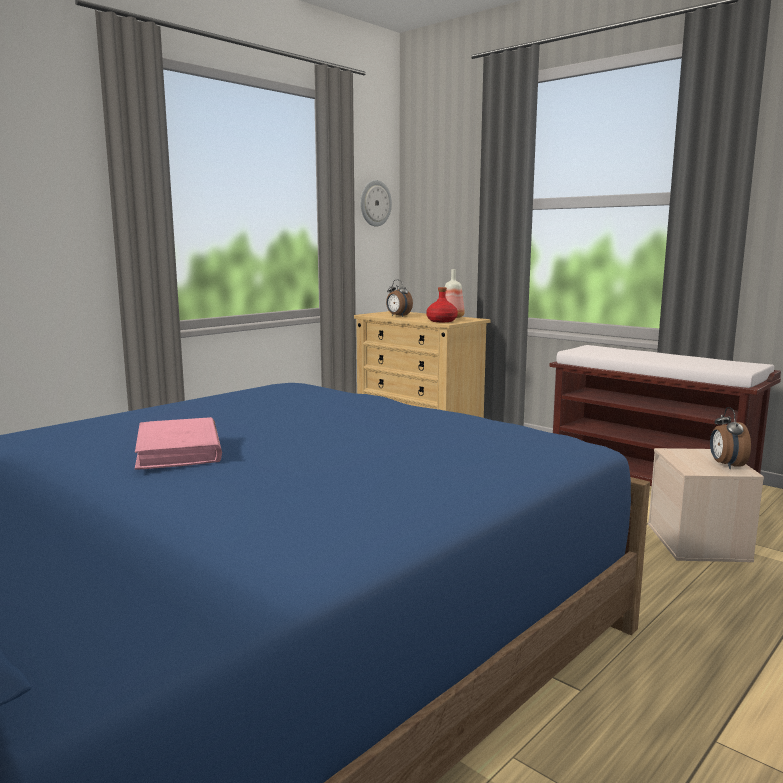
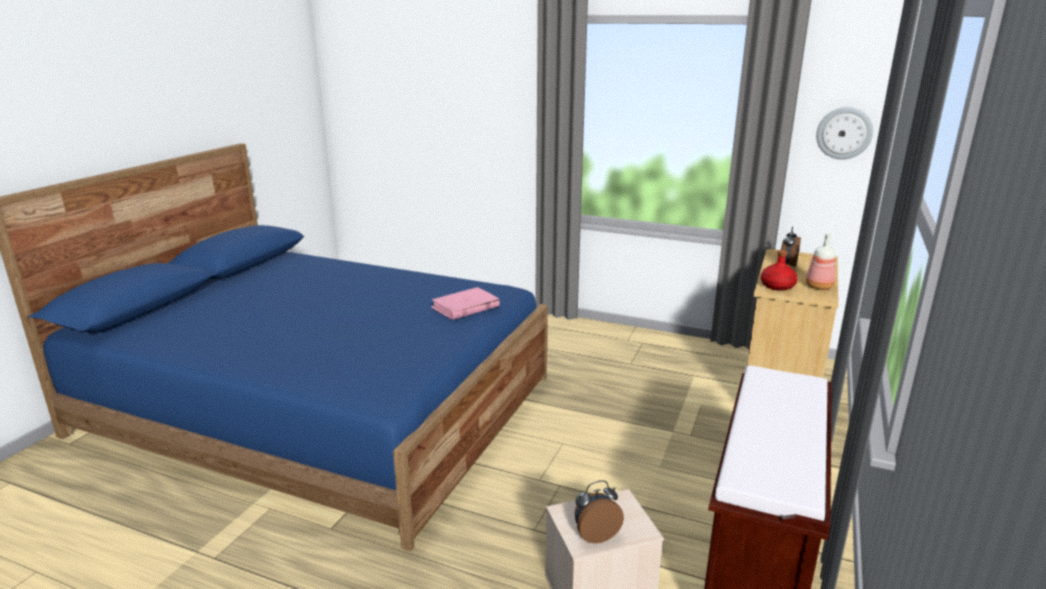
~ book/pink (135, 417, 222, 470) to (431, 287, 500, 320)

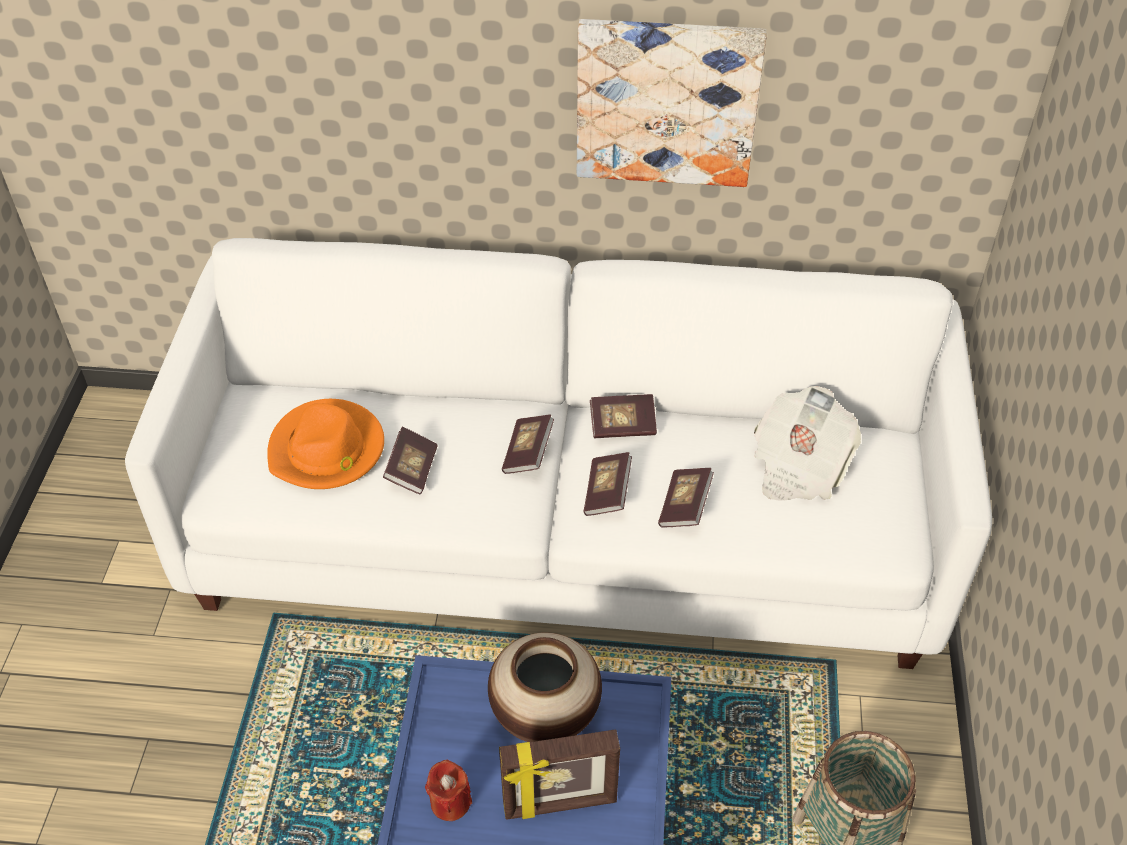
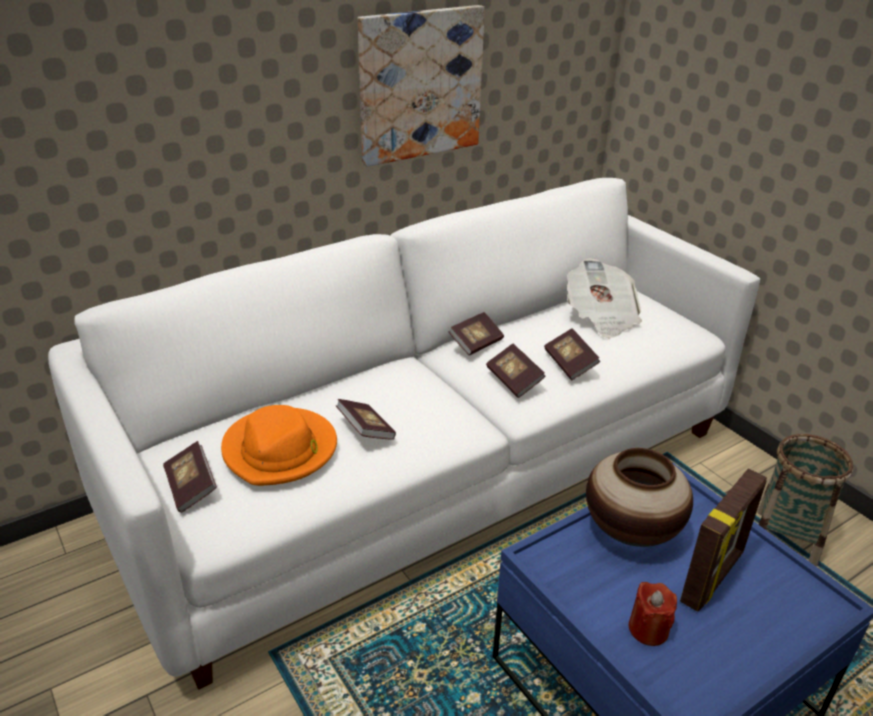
~ book (502, 415, 554, 474) to (163, 441, 217, 513)

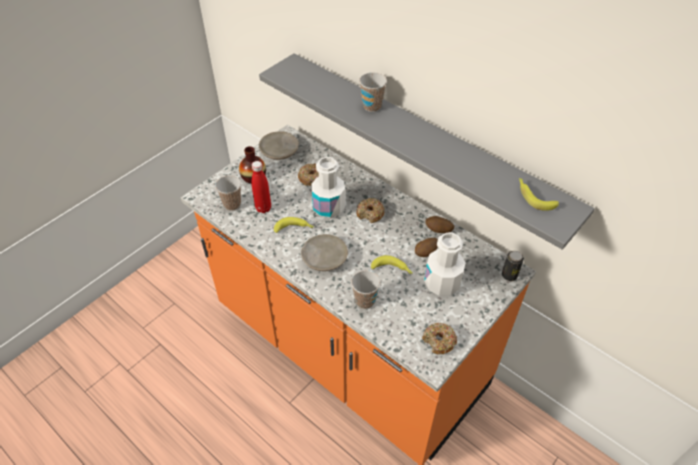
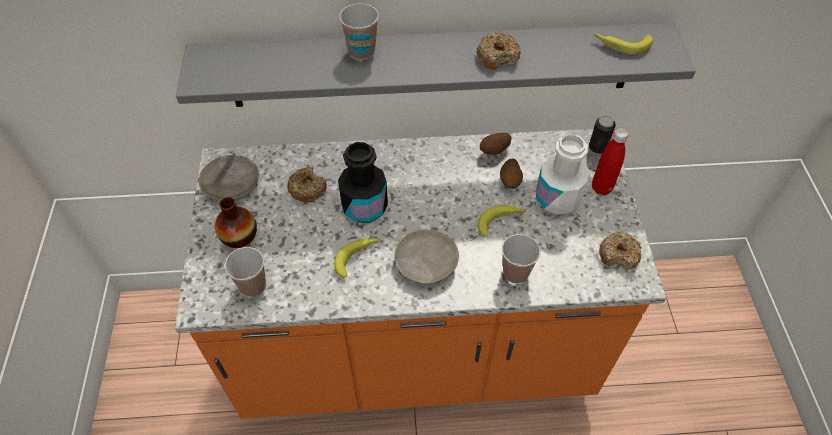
~ bottle/white (311, 157, 345, 218) to bottle/black (338, 142, 388, 223)
~ bottle/red (252, 161, 271, 213) to (592, 128, 629, 195)
~ donut (356, 198, 385, 223) to (476, 32, 521, 70)

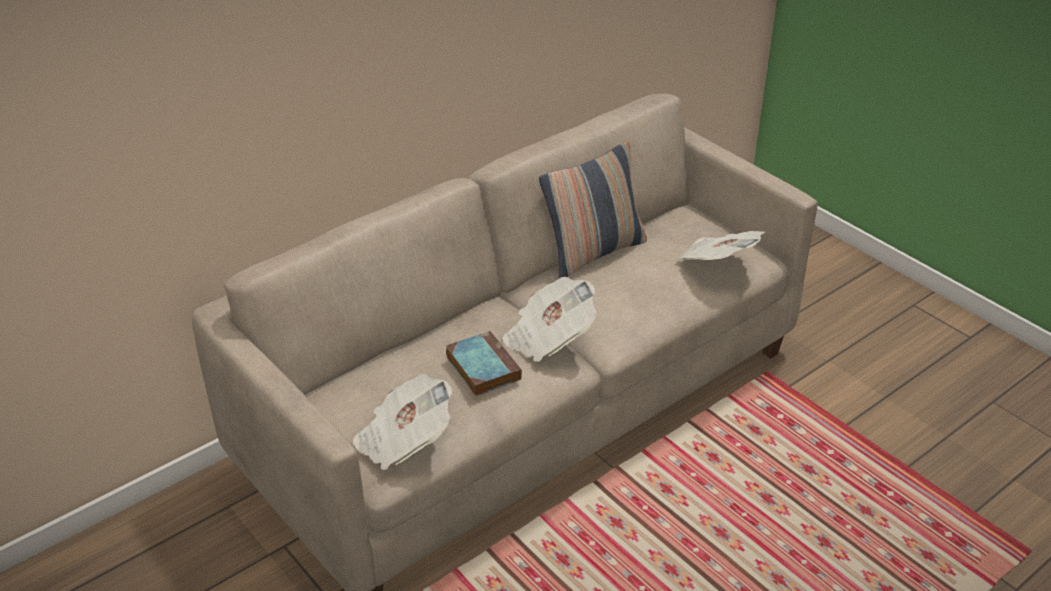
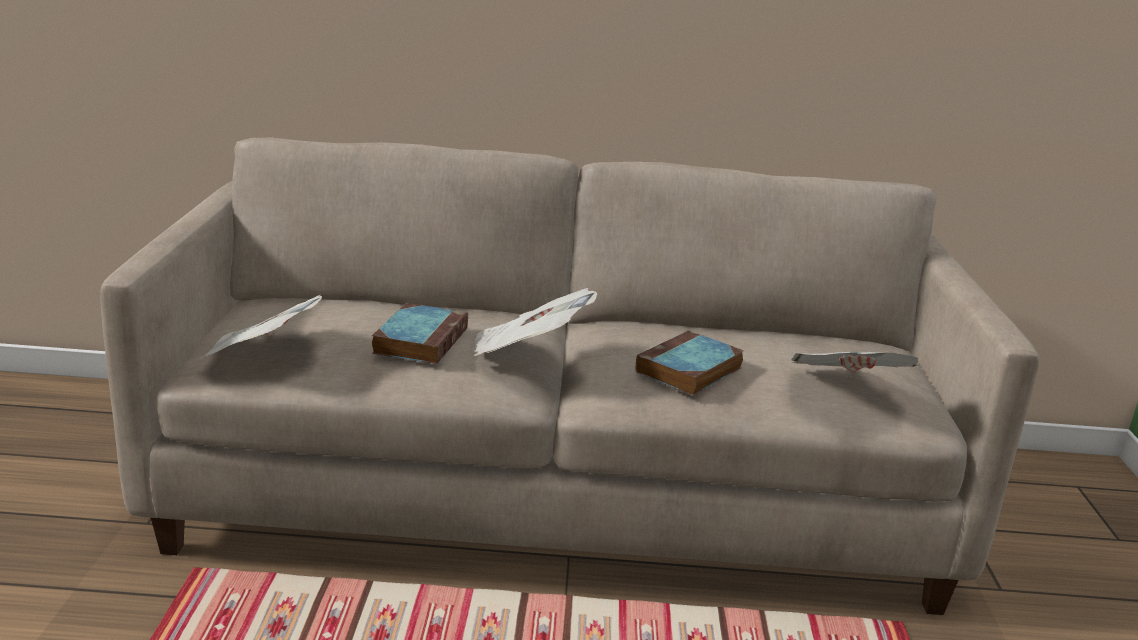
- pillow (539, 141, 647, 278)
+ book (636, 330, 744, 396)

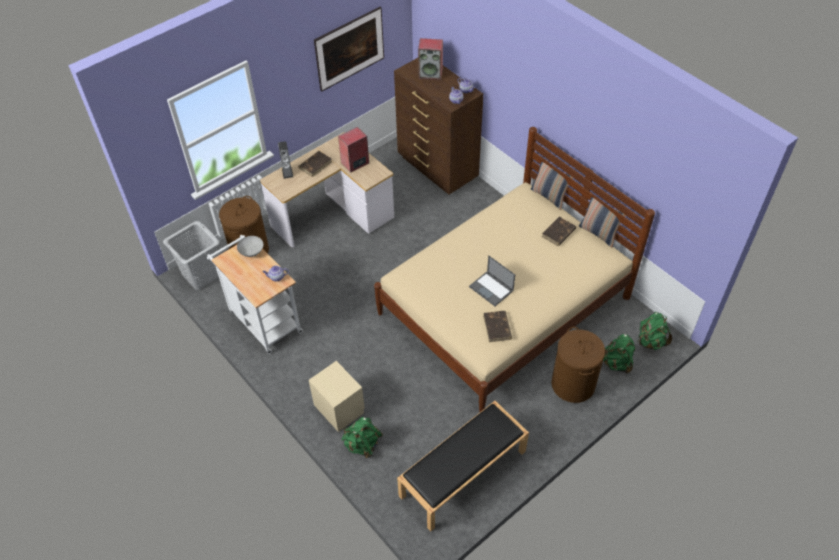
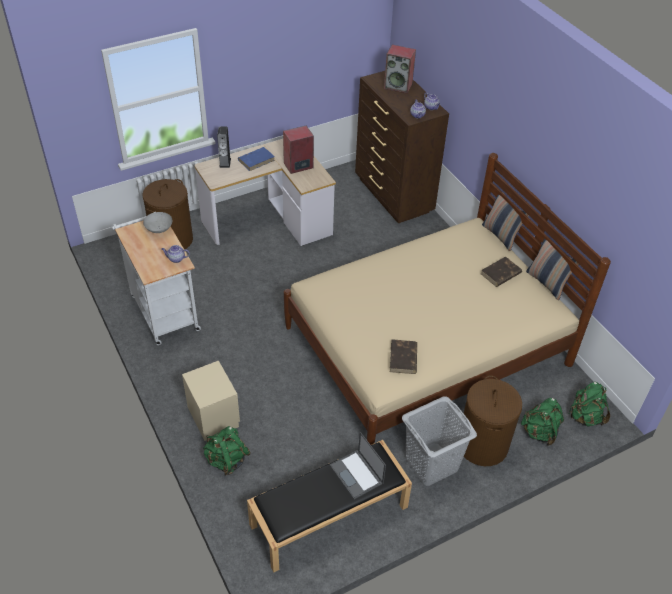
- picture (314, 7, 384, 92)
~ book/brown (298, 151, 332, 177) to book/blue (238, 147, 275, 171)
~ laundry basket/grey (163, 221, 219, 290) to (402, 396, 477, 486)
~ laptop (469, 255, 515, 306) to (330, 432, 386, 500)

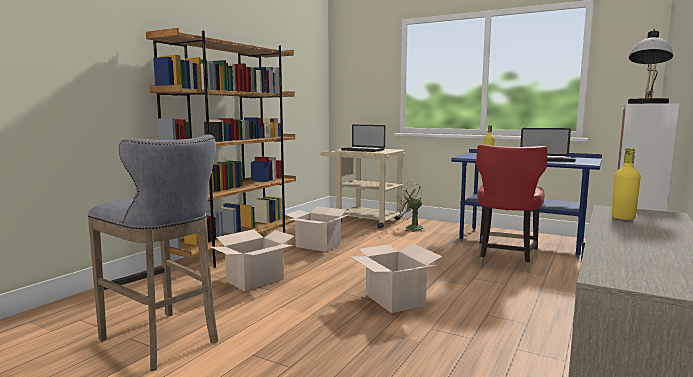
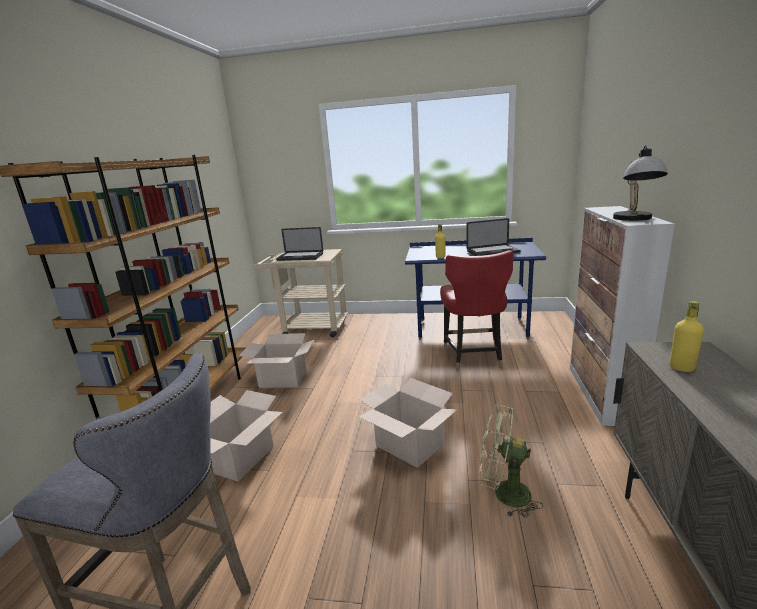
~ fan/green (394, 182, 424, 232) to (479, 405, 543, 518)

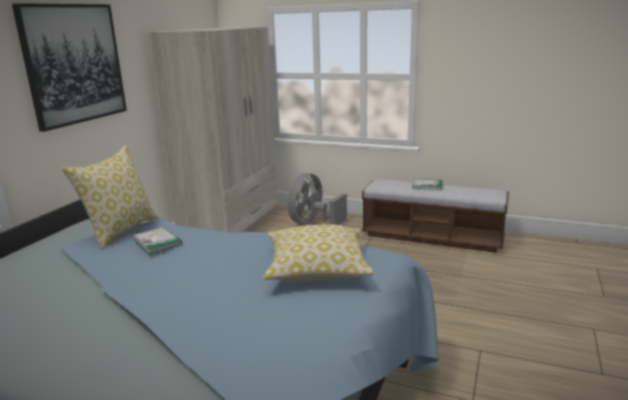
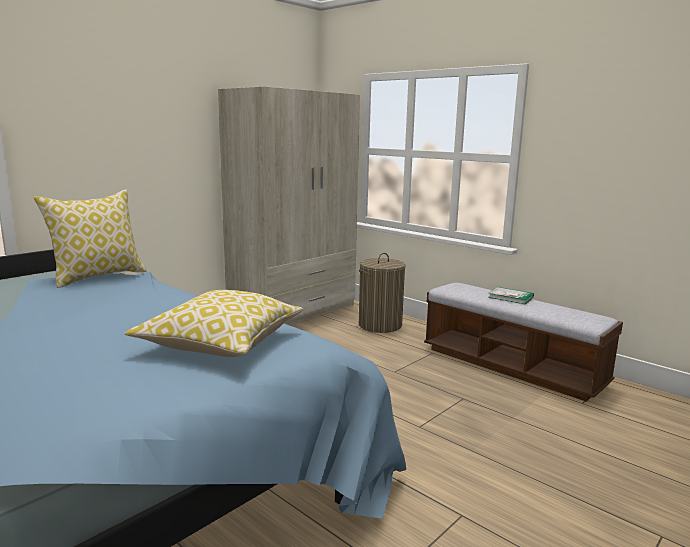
- picture (12, 3, 127, 132)
~ fan/grey (288, 173, 347, 225) to laundry basket (359, 253, 406, 333)
- book (133, 227, 182, 255)

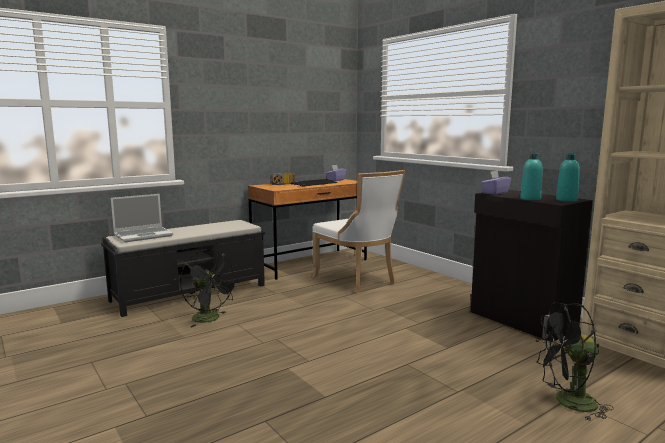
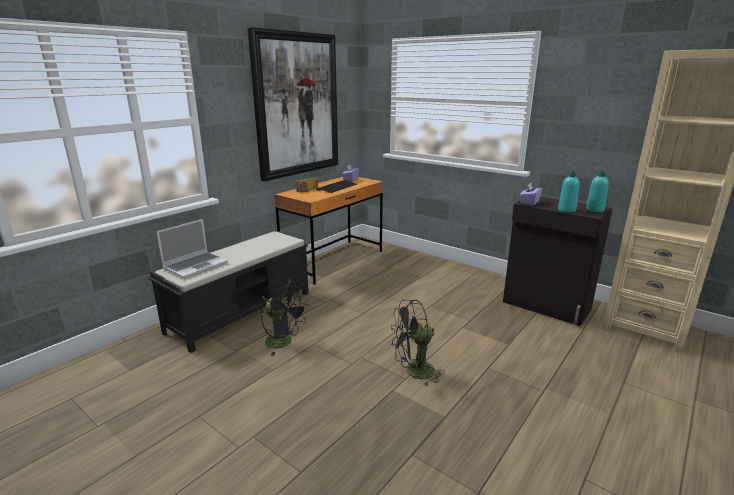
- chair/white (312, 170, 405, 293)
~ fan/black (536, 302, 613, 422) to (391, 300, 445, 387)
+ picture (247, 27, 338, 182)

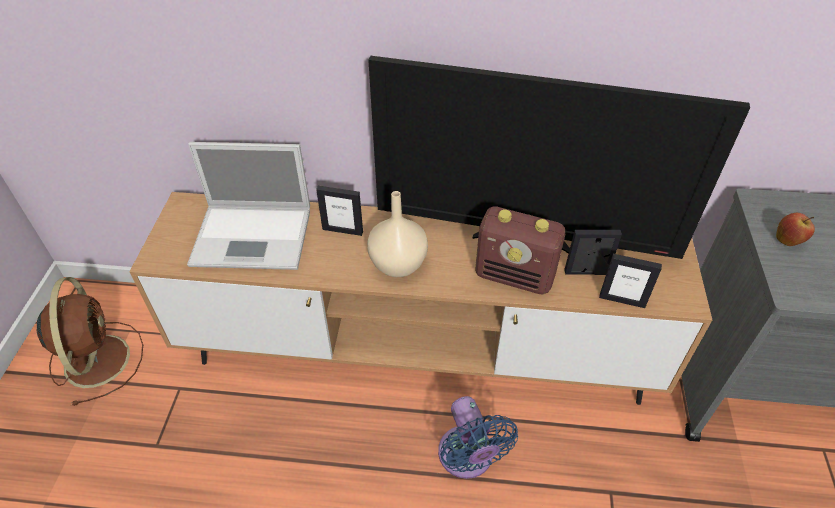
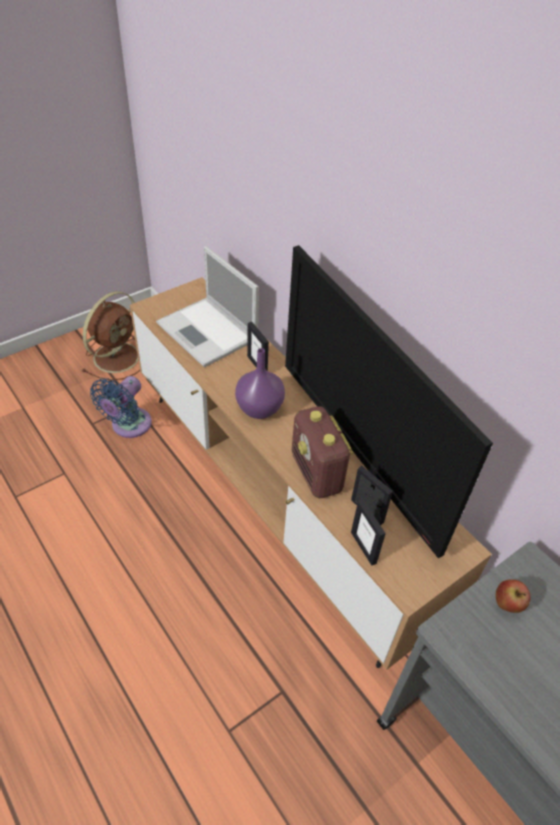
~ vase/beige (367, 191, 428, 277) to vase/purple (235, 348, 285, 419)
~ fan/blue (438, 396, 518, 479) to (90, 376, 152, 438)

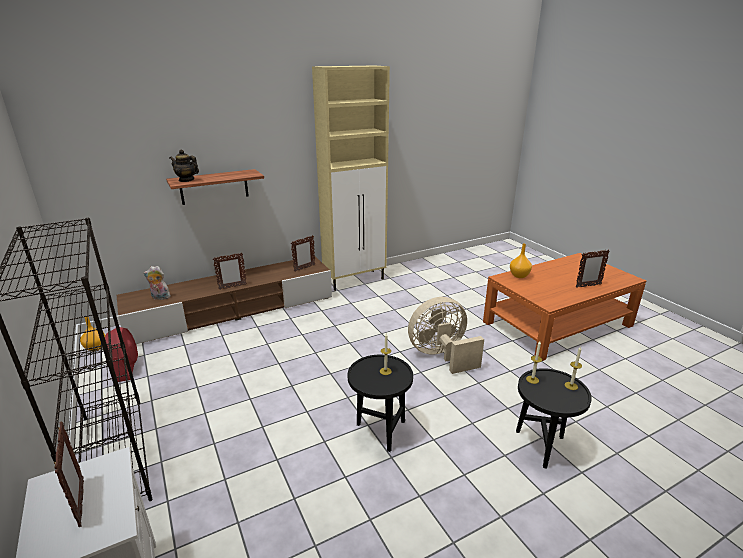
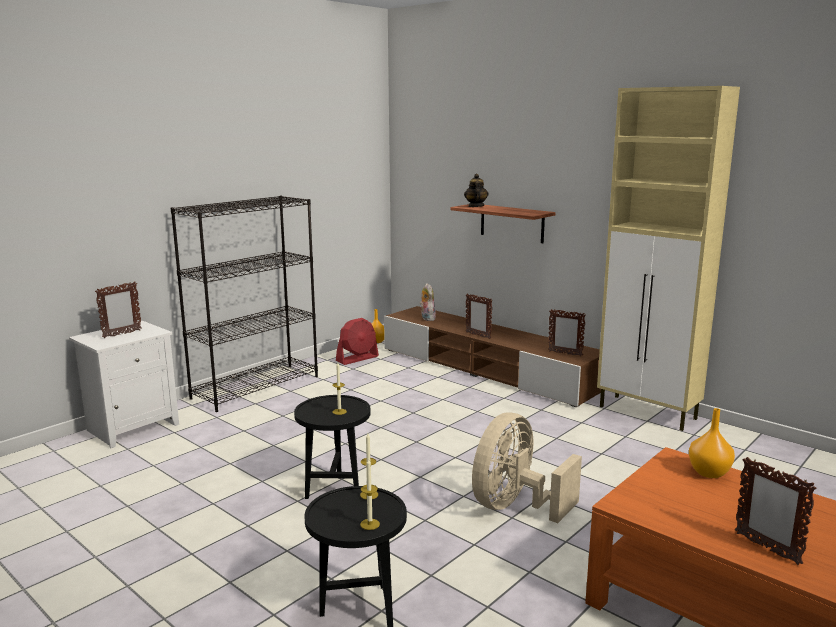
~ fan/beige (408, 297, 484, 374) = (472, 412, 582, 523) 105 degrees counterclockwise

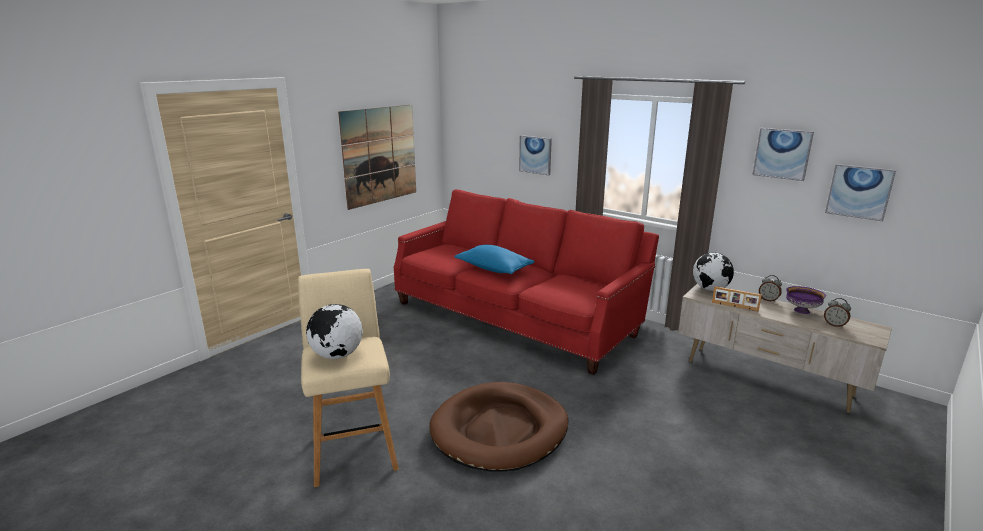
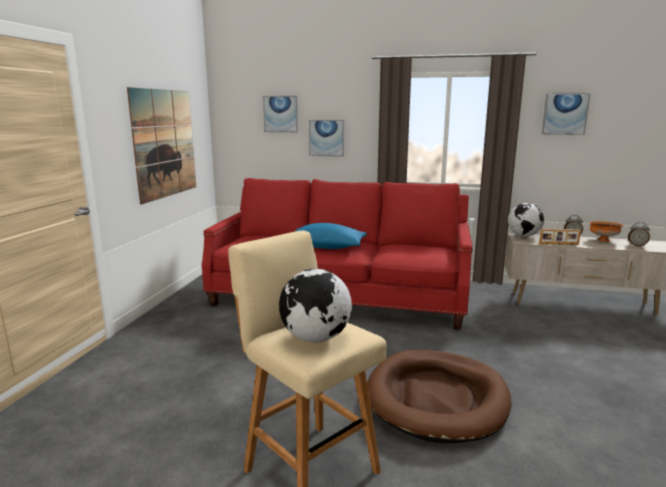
~ picture (825, 164, 896, 221) to (263, 96, 298, 132)
~ bowl/purple (786, 286, 826, 314) to bowl/orange (589, 221, 623, 242)

